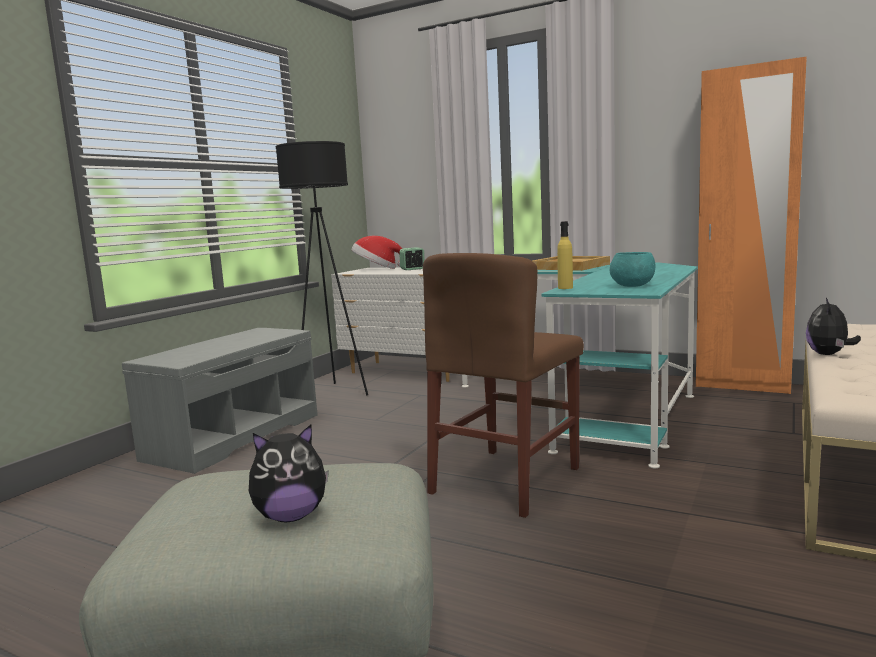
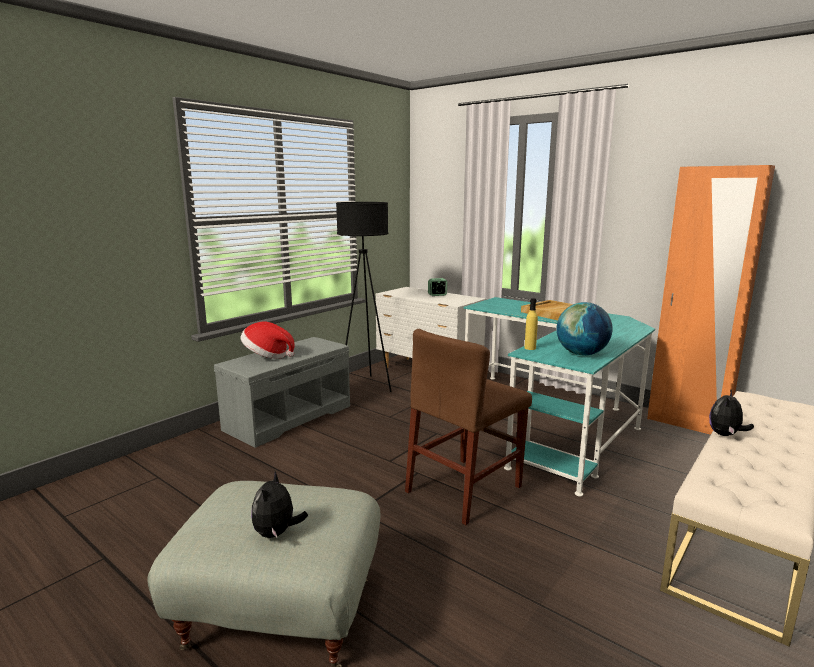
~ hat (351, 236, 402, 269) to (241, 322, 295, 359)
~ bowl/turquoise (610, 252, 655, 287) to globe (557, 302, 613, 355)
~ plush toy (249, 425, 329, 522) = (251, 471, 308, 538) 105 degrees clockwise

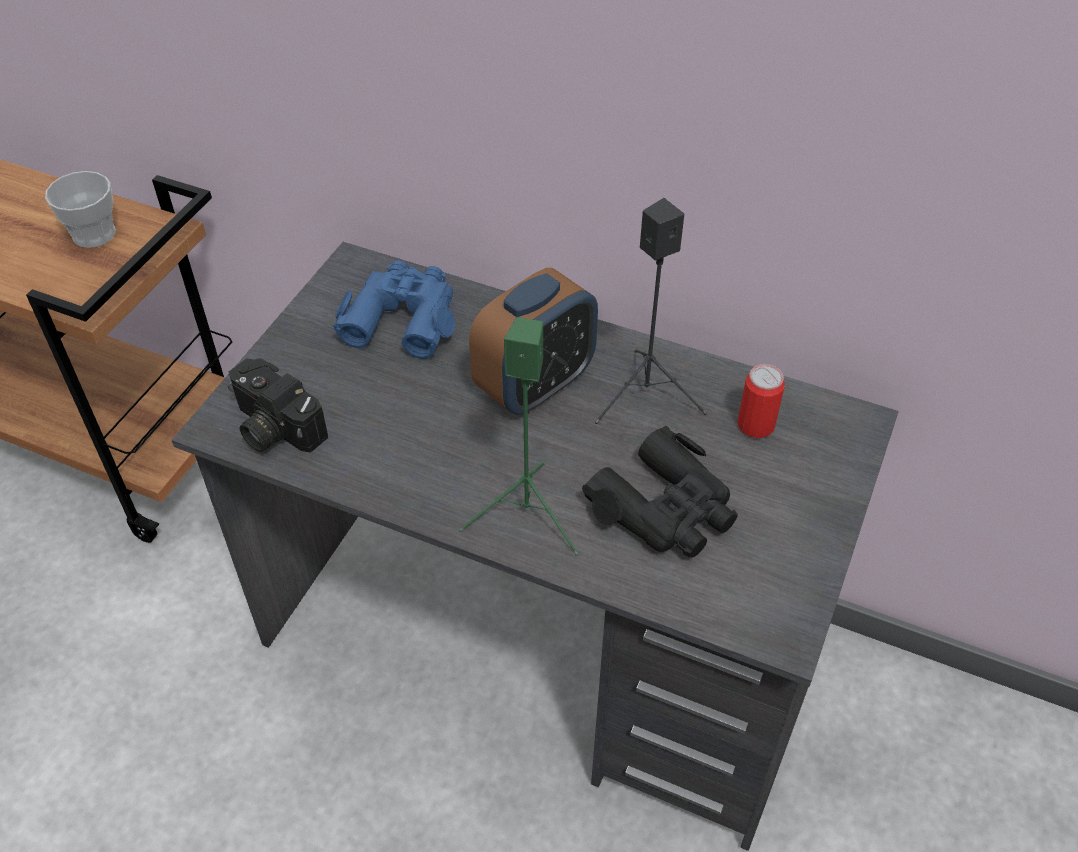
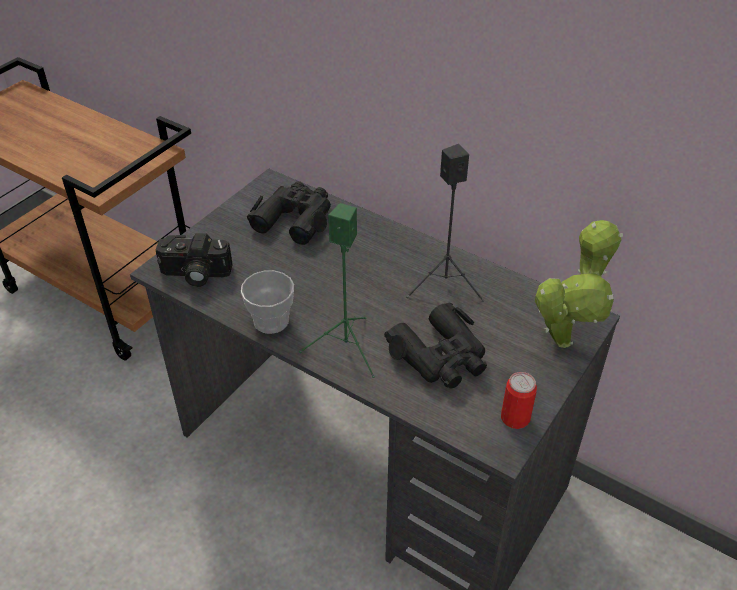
~ cup (45, 171, 116, 248) to (241, 270, 294, 334)
~ binoculars/blue (333, 261, 455, 359) to binoculars/black (247, 182, 331, 245)
- alarm clock (469, 268, 598, 415)
~ photo camera (228, 358, 328, 453) = (155, 233, 232, 287) 45 degrees counterclockwise
~ can (737, 364, 785, 438) to (501, 372, 537, 429)
+ potted plant (535, 220, 623, 348)

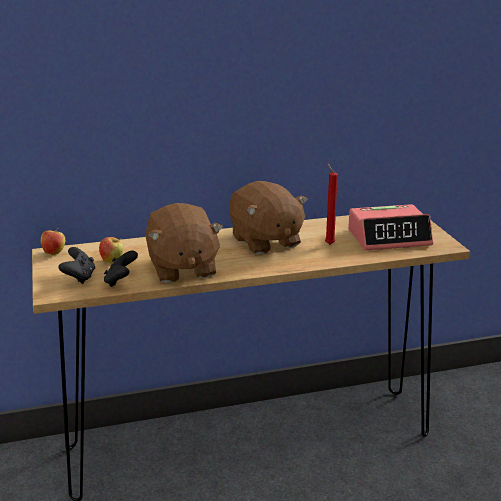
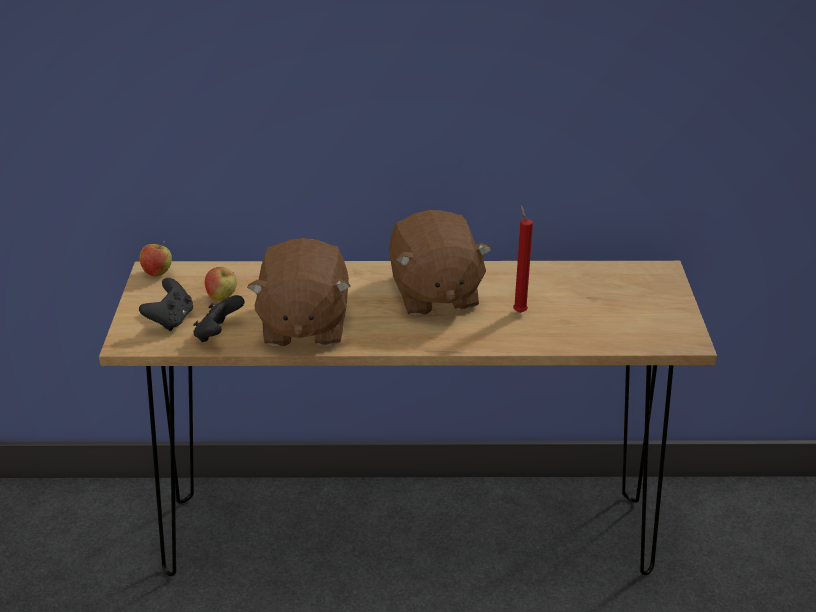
- alarm clock (348, 204, 433, 250)

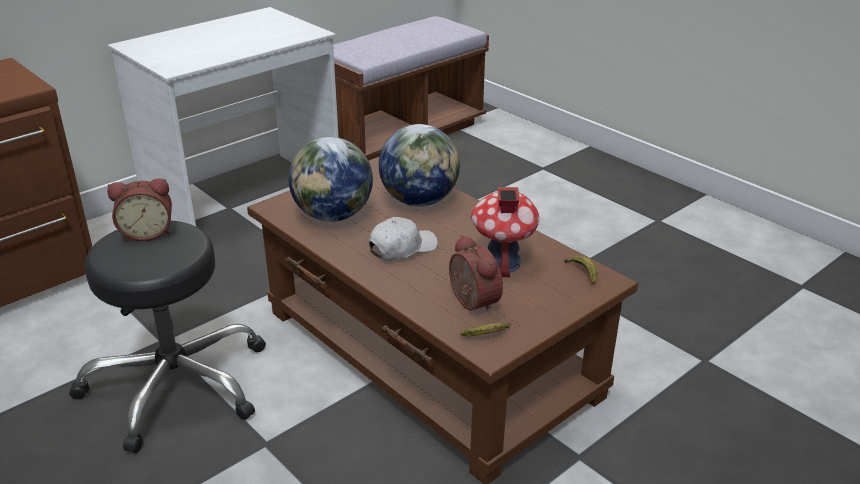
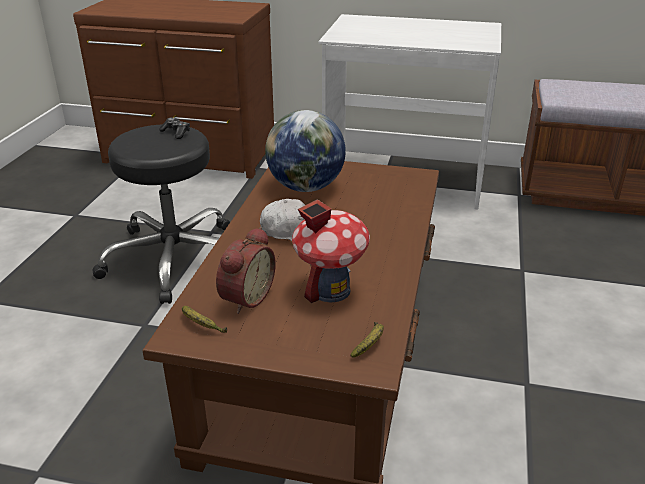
- globe (379, 124, 460, 207)
~ alarm clock (107, 178, 172, 241) to game controller (159, 117, 190, 139)

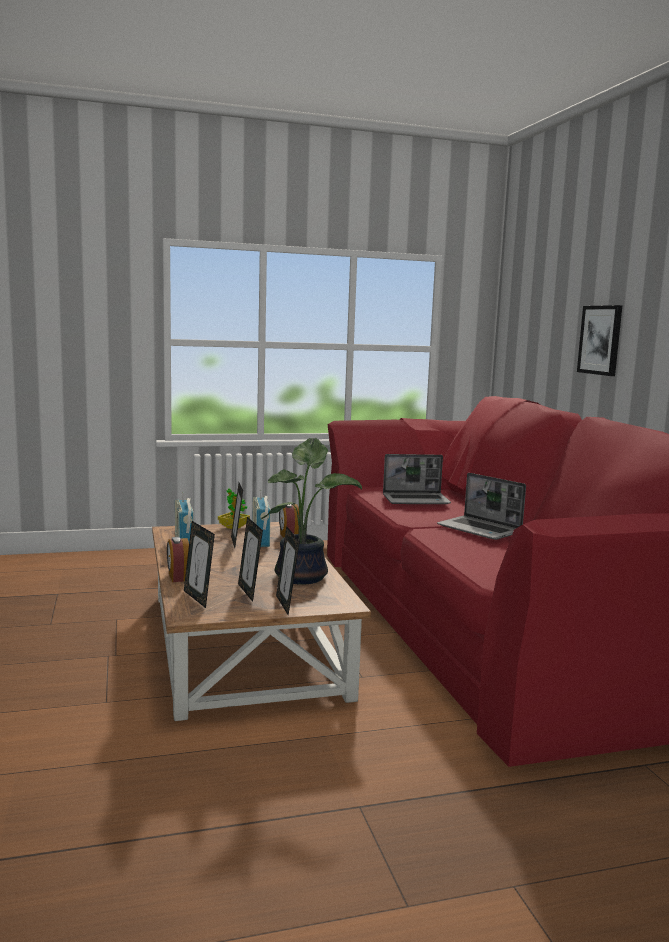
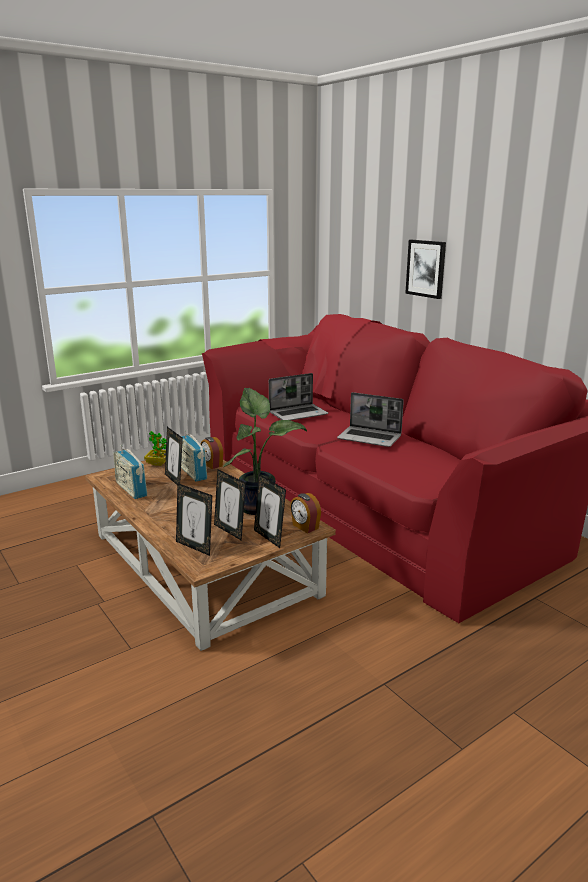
~ alarm clock (167, 537, 189, 582) to (290, 493, 321, 533)

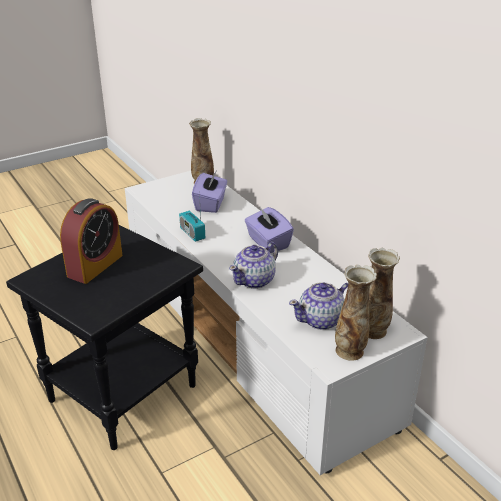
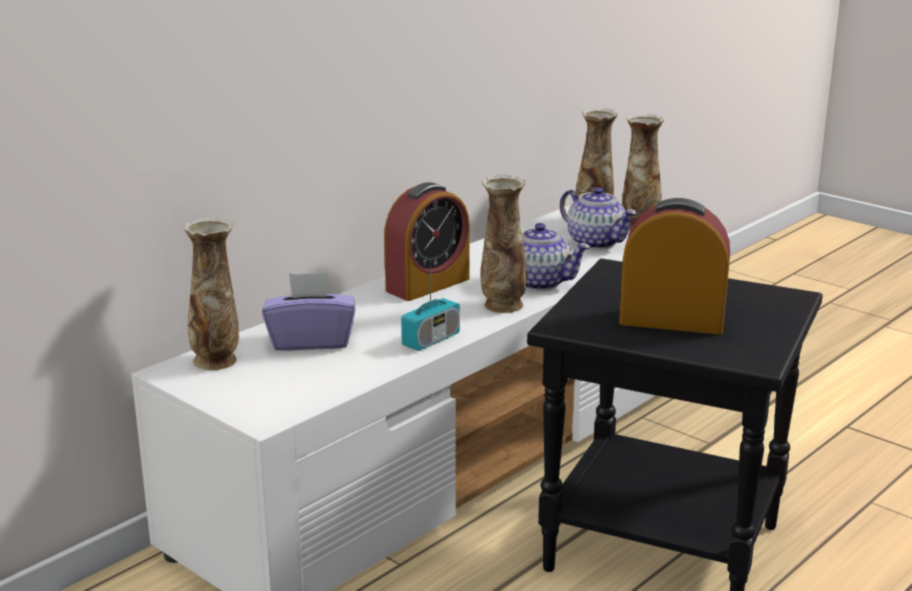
~ tissue box/purple (245, 207, 294, 253) to alarm clock (384, 182, 470, 301)
+ vase (481, 174, 527, 313)

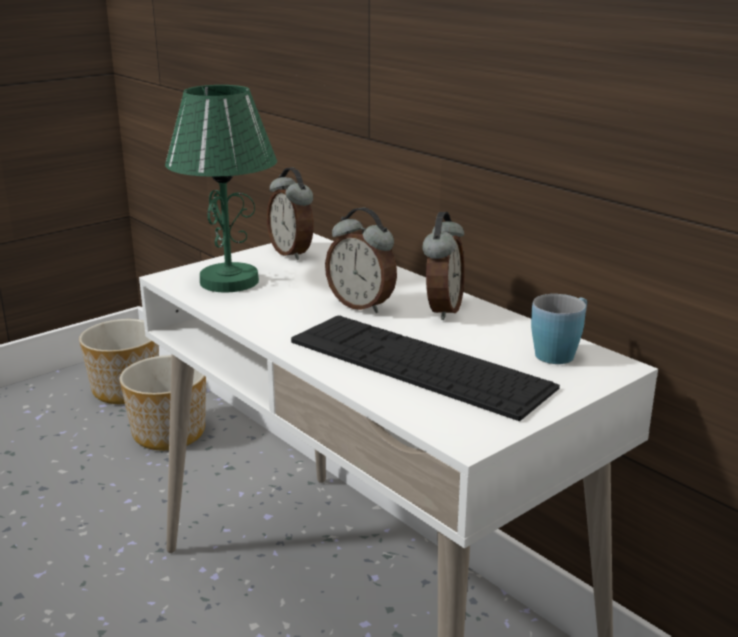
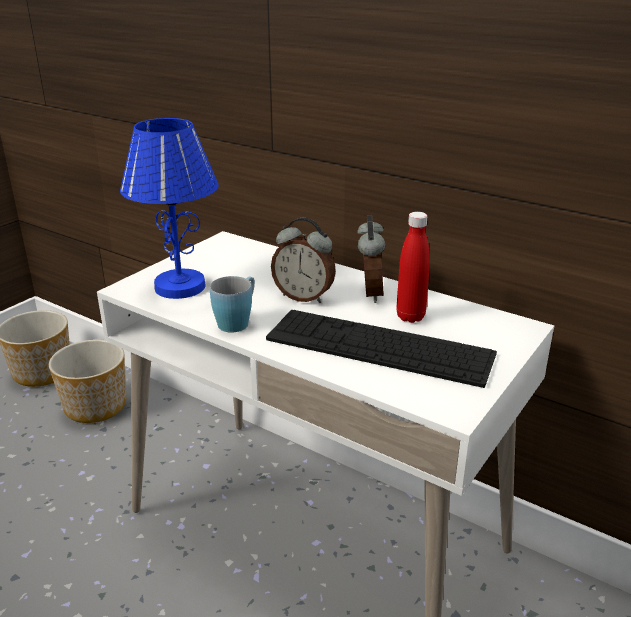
~ table lamp/green (165, 85, 277, 292) to table lamp/blue (120, 118, 219, 299)
- alarm clock (267, 168, 314, 260)
~ mug/blue (531, 294, 587, 364) to (210, 276, 255, 332)
+ bottle/red (396, 212, 430, 323)

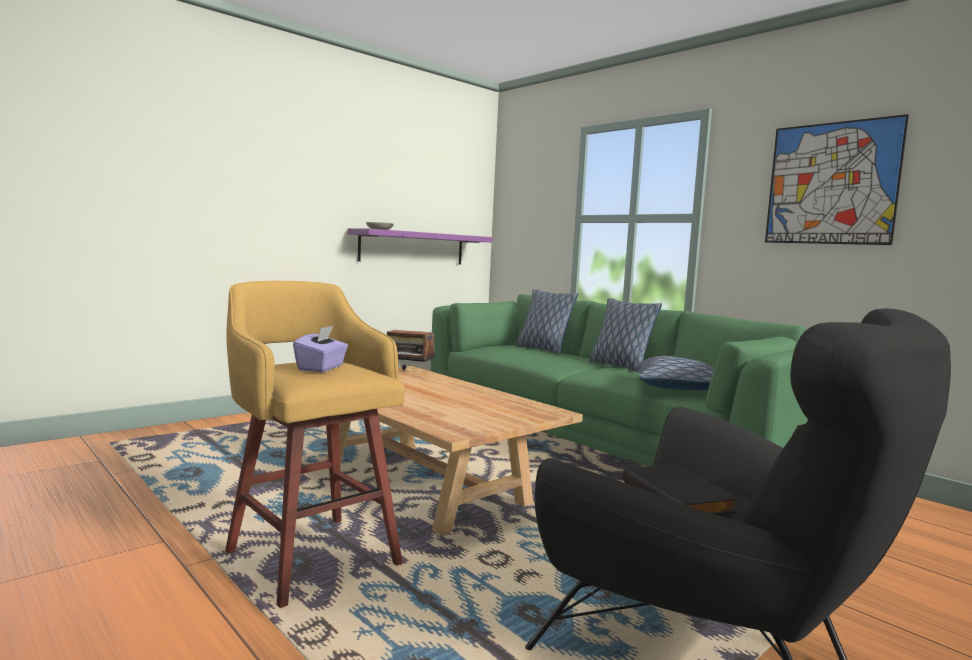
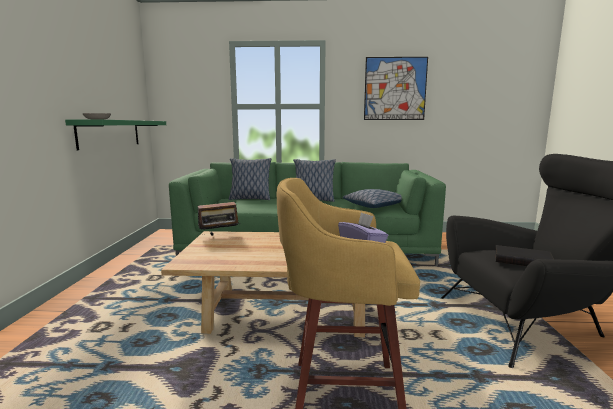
~ shelf/purple (348, 228, 492, 264) to shelf/green (65, 120, 166, 150)

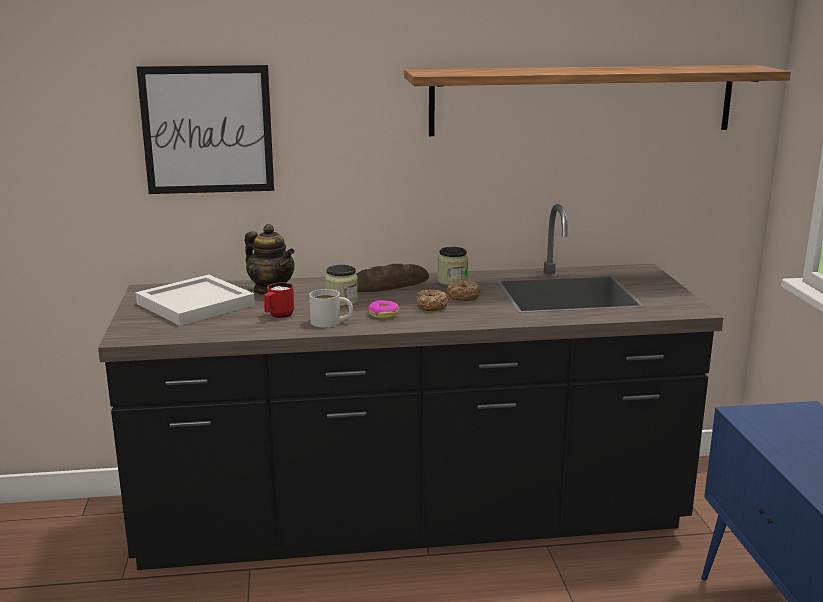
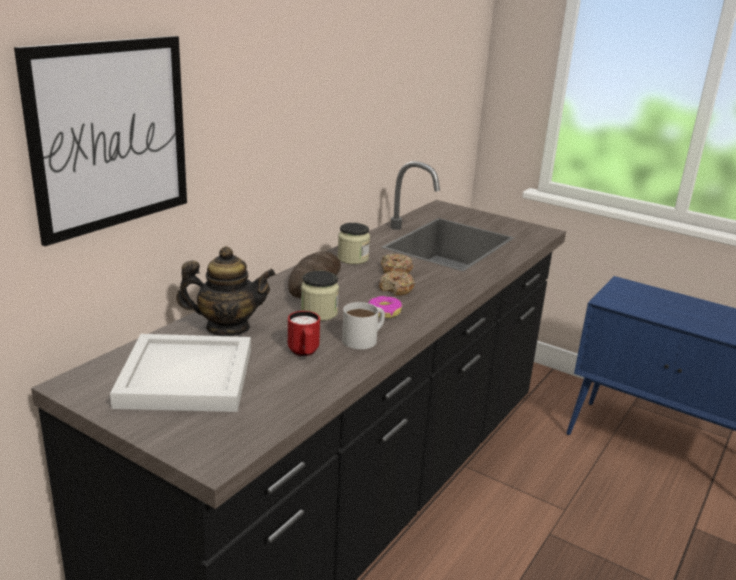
- shelf (404, 65, 791, 136)

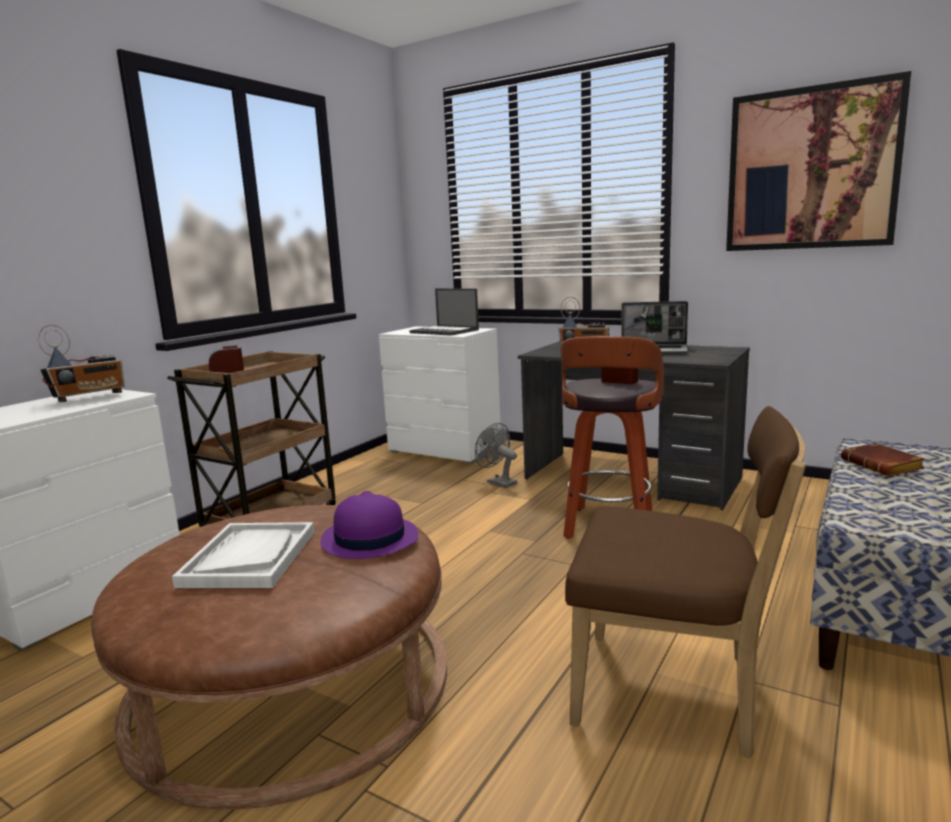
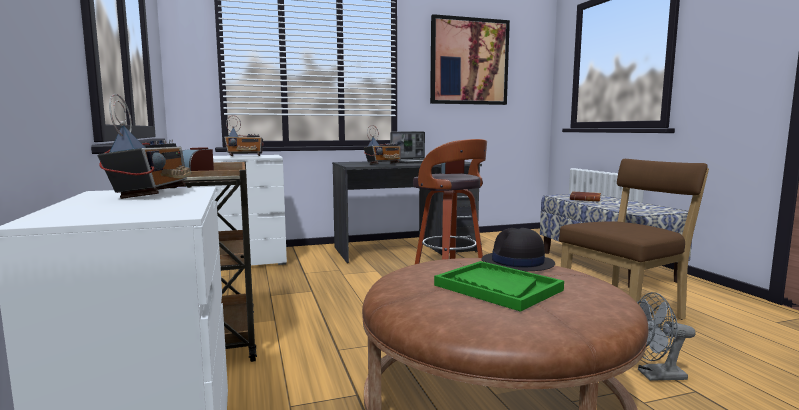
~ laptop (410, 289, 479, 336) to radio (224, 115, 263, 156)
~ fan/grey (475, 423, 517, 488) to (637, 292, 696, 381)
~ hat/purple (320, 491, 418, 559) to hat/black (481, 228, 555, 271)
~ tray/white (172, 522, 314, 588) to tray/green (434, 261, 564, 312)

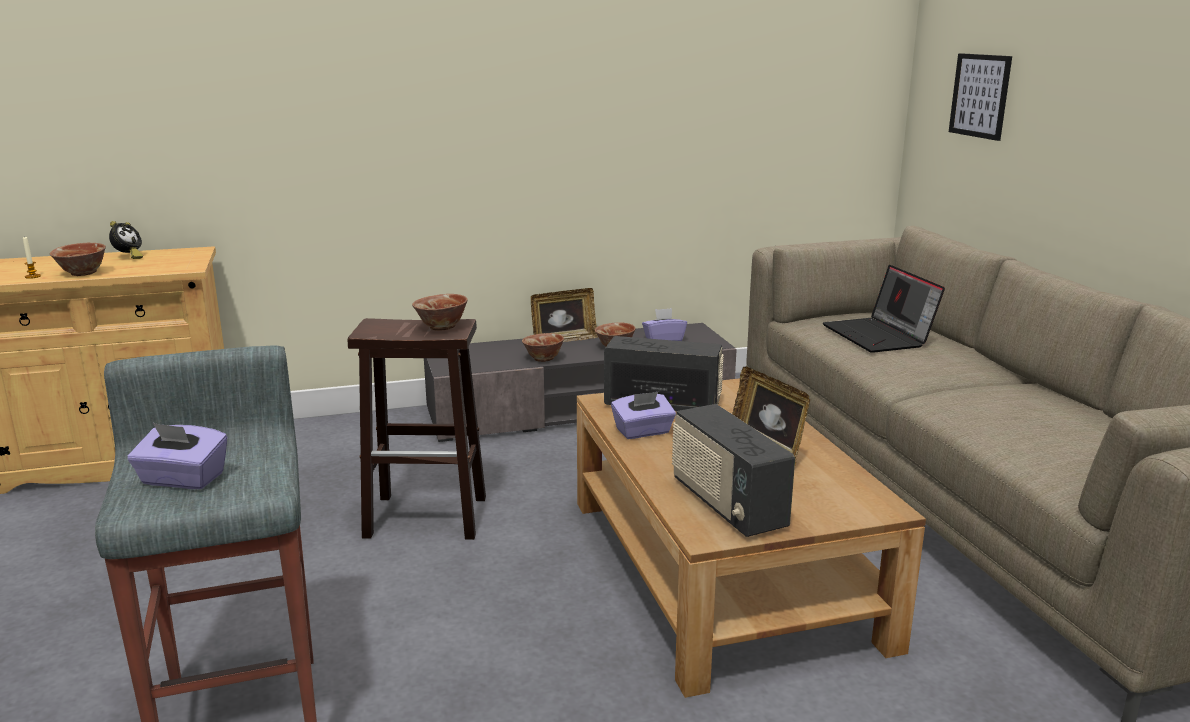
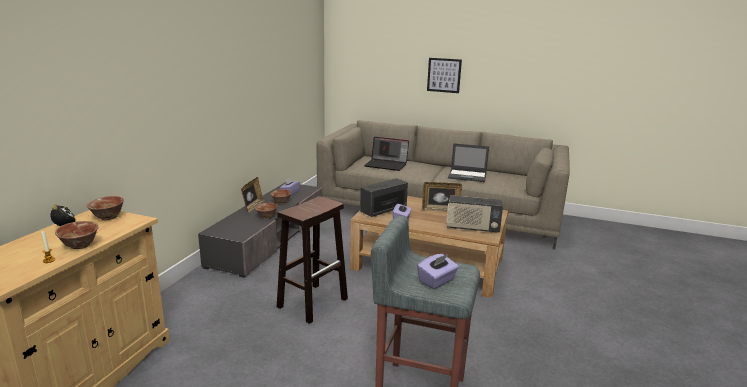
~ picture (949, 53, 1012, 141) to (427, 58, 462, 93)
~ bowl (412, 294, 467, 331) to (87, 196, 124, 220)
+ laptop (448, 143, 489, 182)

